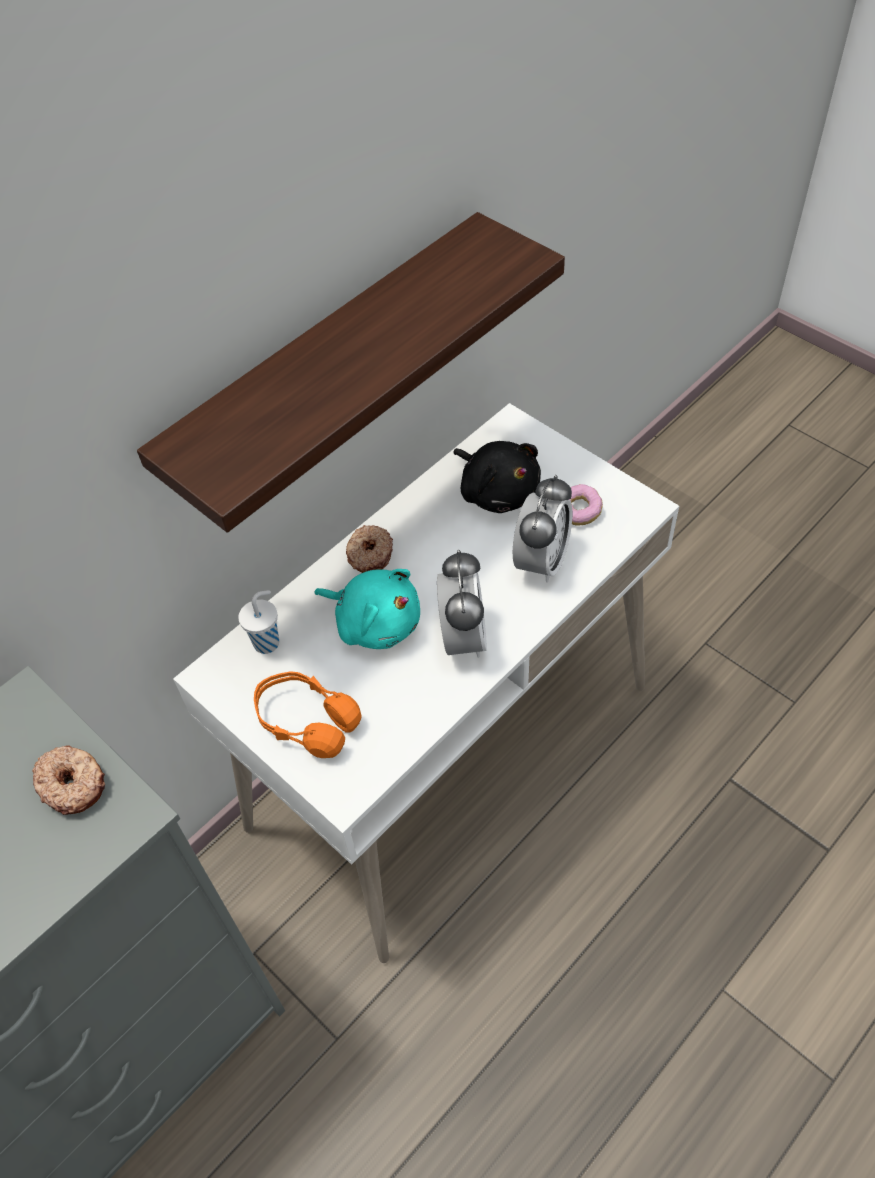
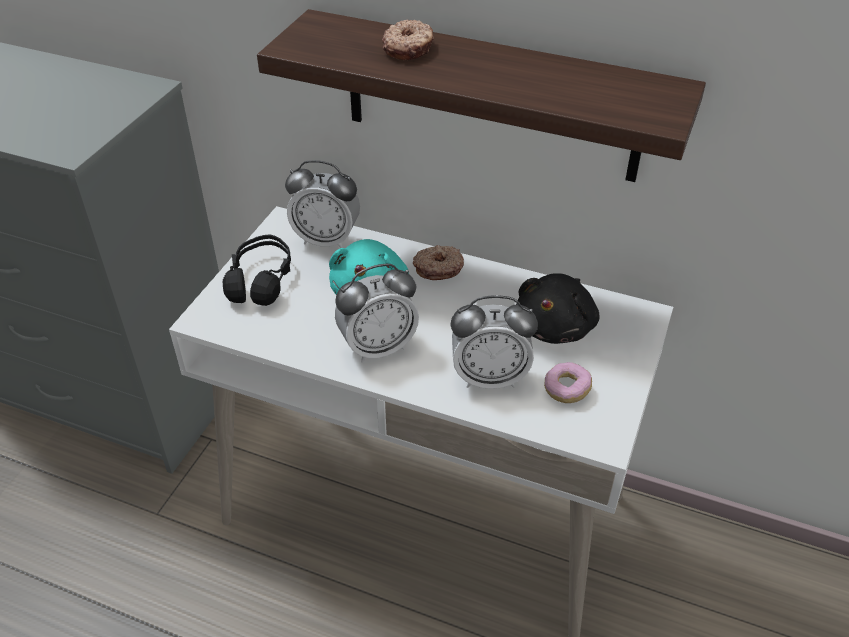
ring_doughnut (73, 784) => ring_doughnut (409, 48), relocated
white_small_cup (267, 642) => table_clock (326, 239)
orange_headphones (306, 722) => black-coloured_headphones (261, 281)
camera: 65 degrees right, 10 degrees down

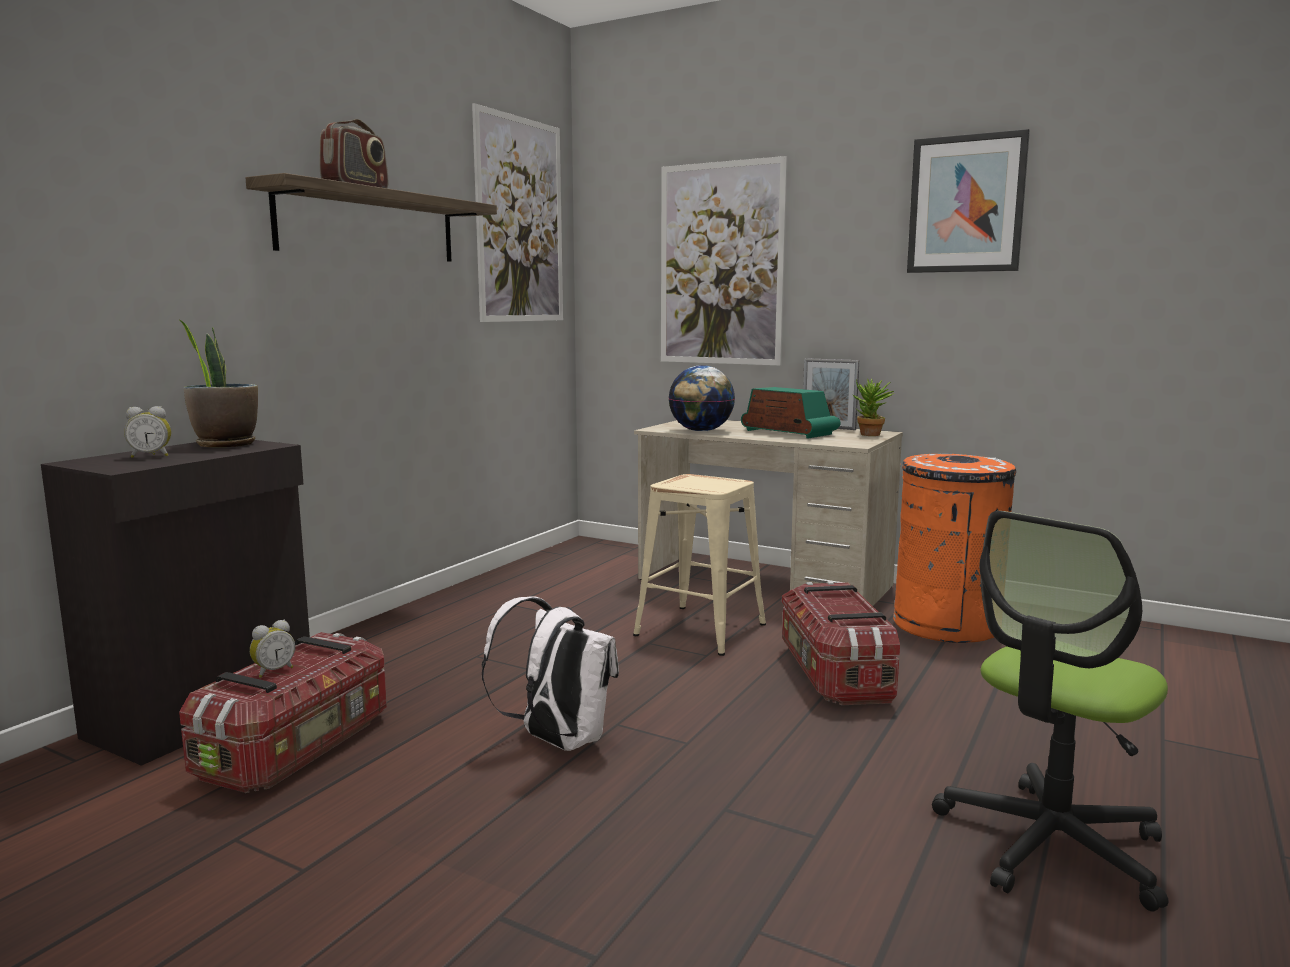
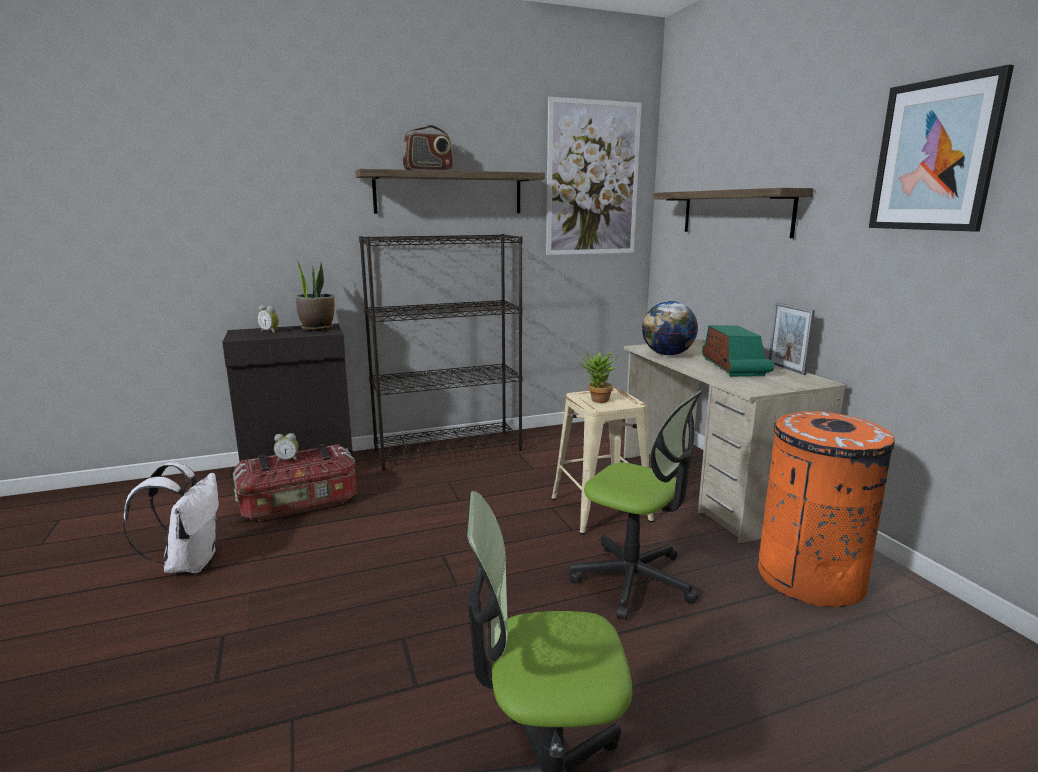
nothing => black-coloured_bookcase (449, 450)
white_rucksack (557, 741) => white_rucksack (189, 563), relocated
plant_in_a_pot (870, 435) => plant_in_a_pot (597, 401), relocated
wall_art (721, 264) => bracket_shelf (735, 212)
storage_container (834, 674) => office_chair (633, 580)
camera: 40 degrees right, 5 degrees up

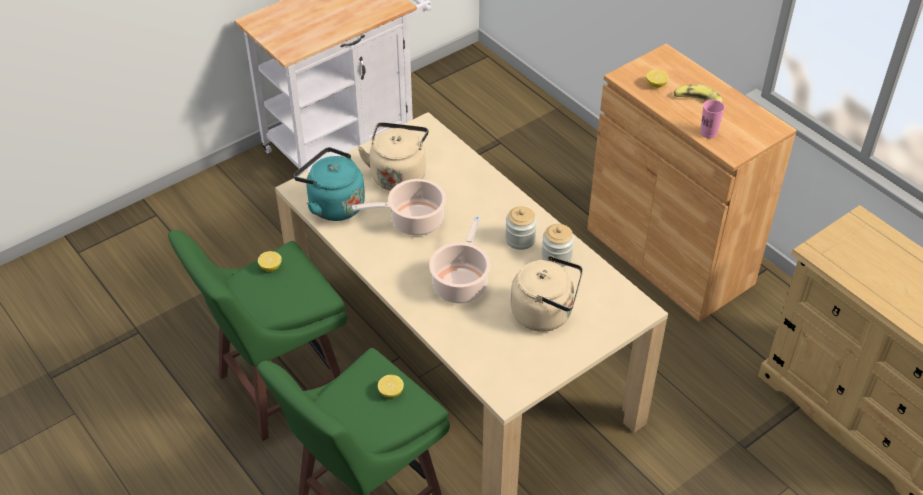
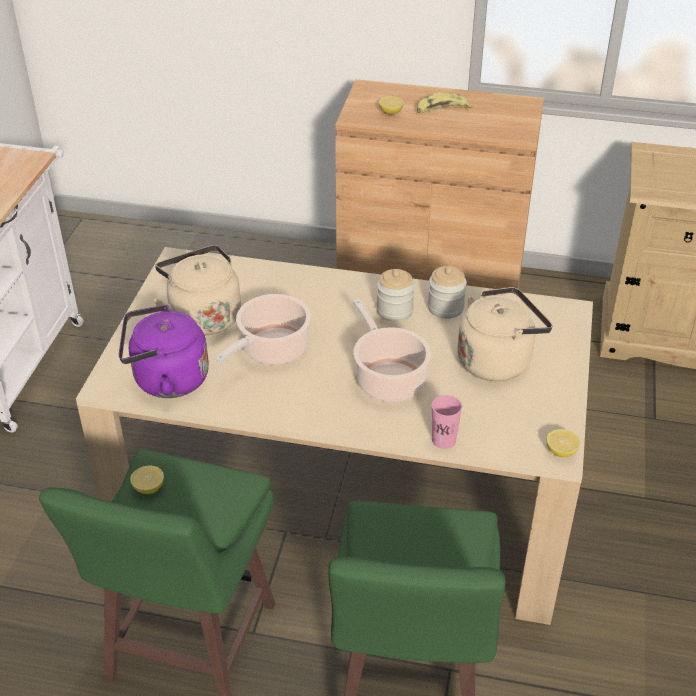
lemon (391, 392) => lemon (561, 451), relocated
pinkish_small_cup (708, 133) => pinkish_small_cup (443, 440), relocated
turquoise-coloured_water_kettle (333, 205) => purple-coloured_water_kettle (166, 380)
camera: 40 degrees left, 5 degrees down

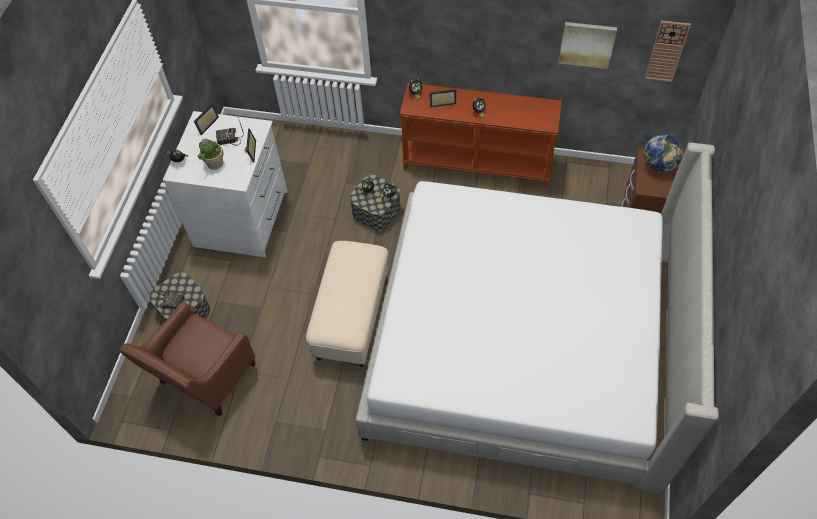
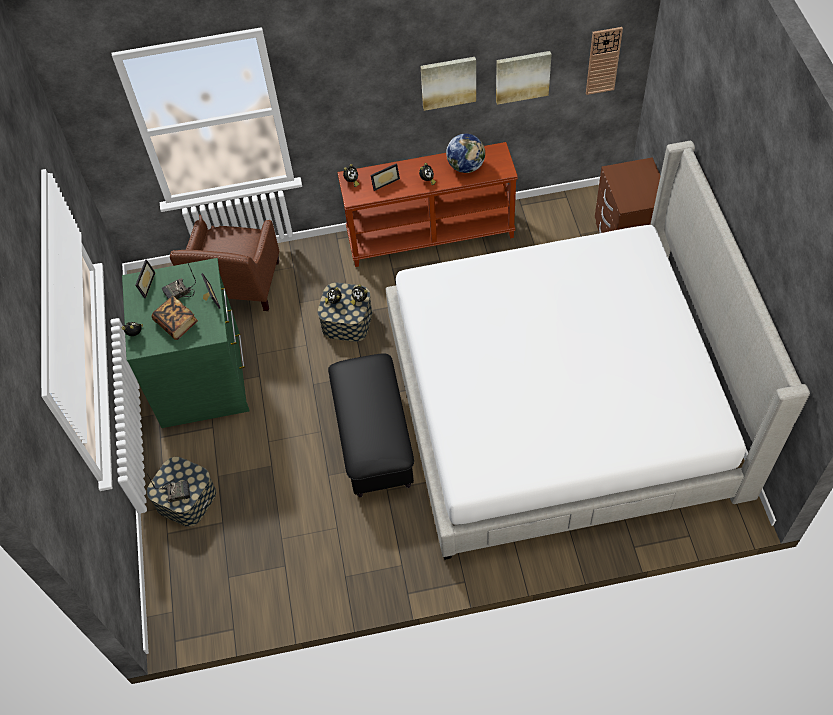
nothing => wall_art (448, 82)
brown_lounge_chair (204, 378) => brown_lounge_chair (237, 288), relocated
desk_globe (659, 165) => desk_globe (466, 166), relocated
plant_in_a_pot (214, 163) => bound_book (176, 323)
white_dresser (242, 219) => green_dresser (203, 379)
sand-coloured_pouffe (353, 317) => black-coloured_pouffe (375, 440)
camera: 20 degrees left, 0 degrees up

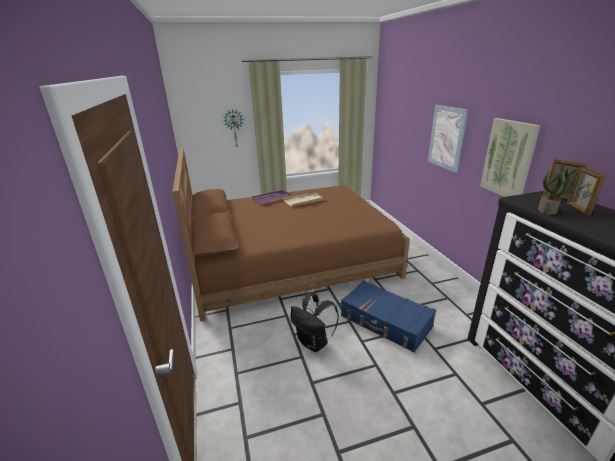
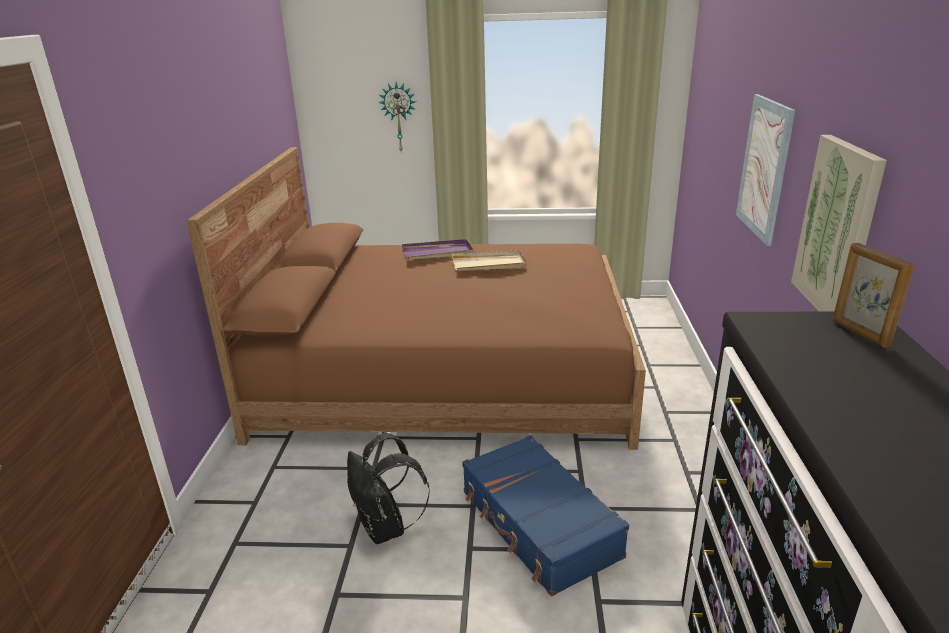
plant_in_a_pot (548, 210) => nothing
picture_frame (577, 209) => nothing
camera: 20 degrees right, 0 degrees up

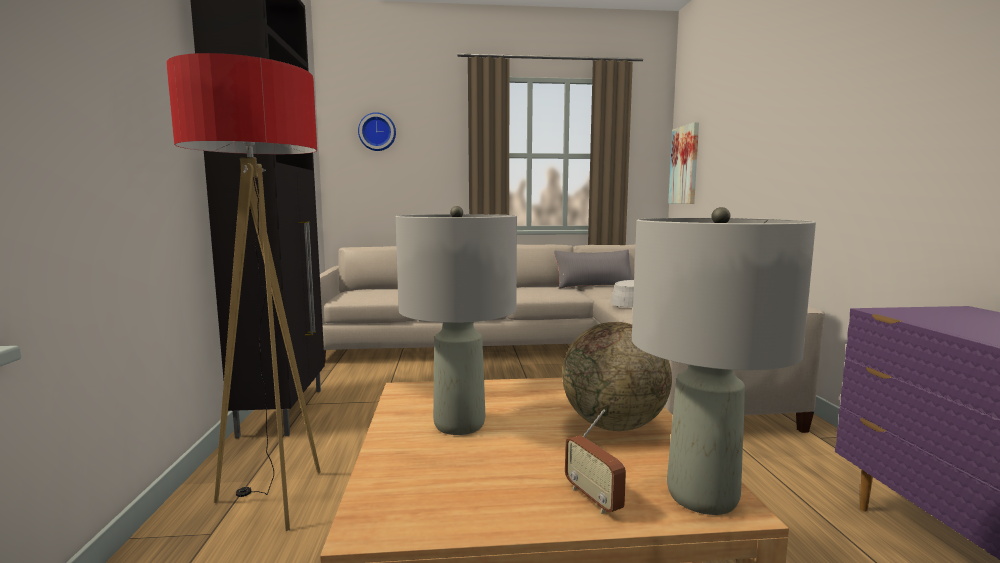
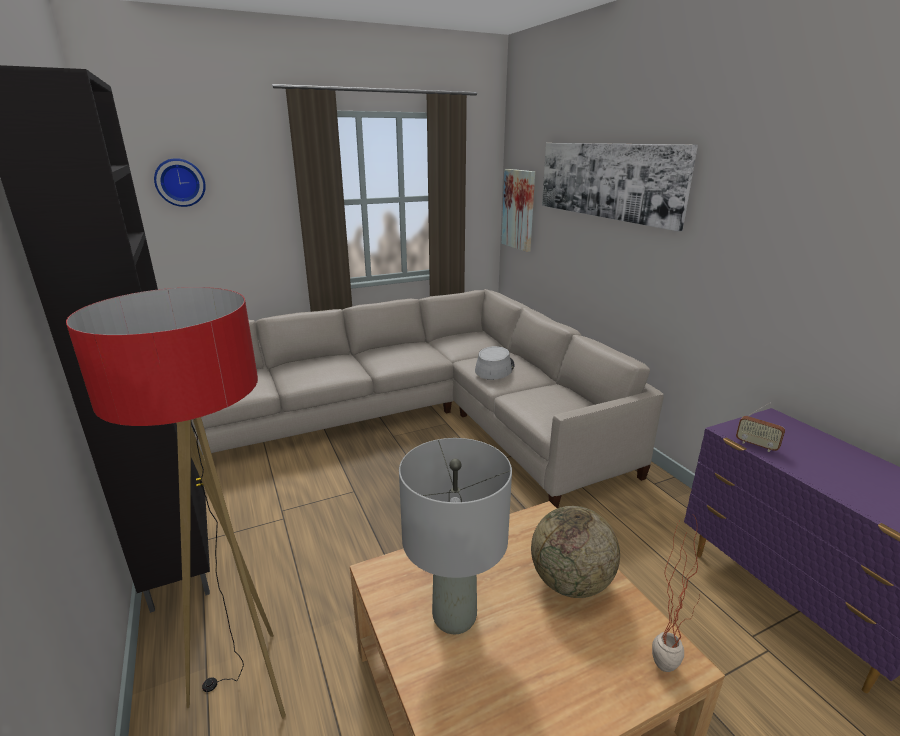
grey_throw_pillow (594, 286) => nothing
nothing => wall_art (607, 180)
radio_set (593, 498) => radio_set (756, 445), relocated
grey_lamp_for_a_table (701, 496) => plant_in_a_pot (664, 658)
camera: 20 degrees left, 15 degrees up

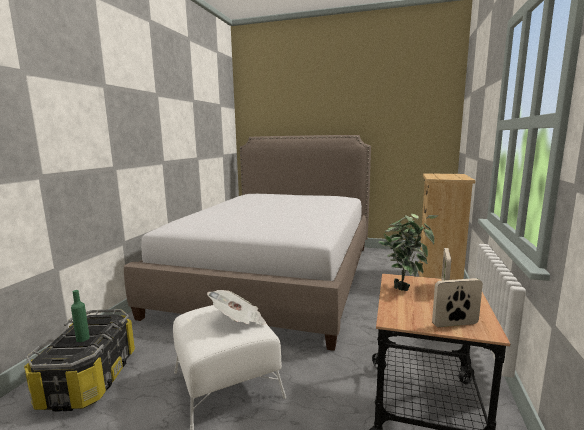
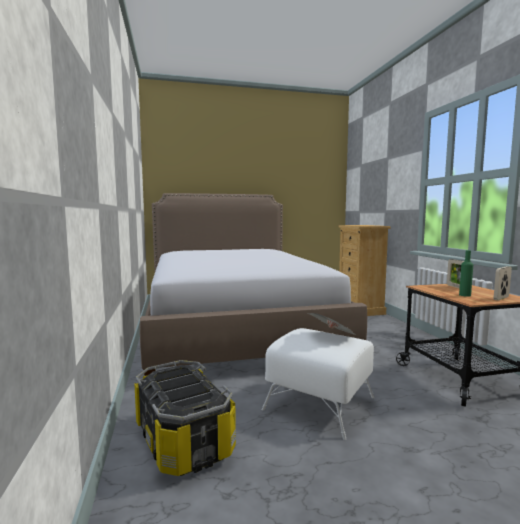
plant_in_a_pot (404, 287) => nothing
green_beverage_bottle (83, 338) => green_beverage_bottle (465, 295), relocated
camera: 30 degrees left, 5 degrees down

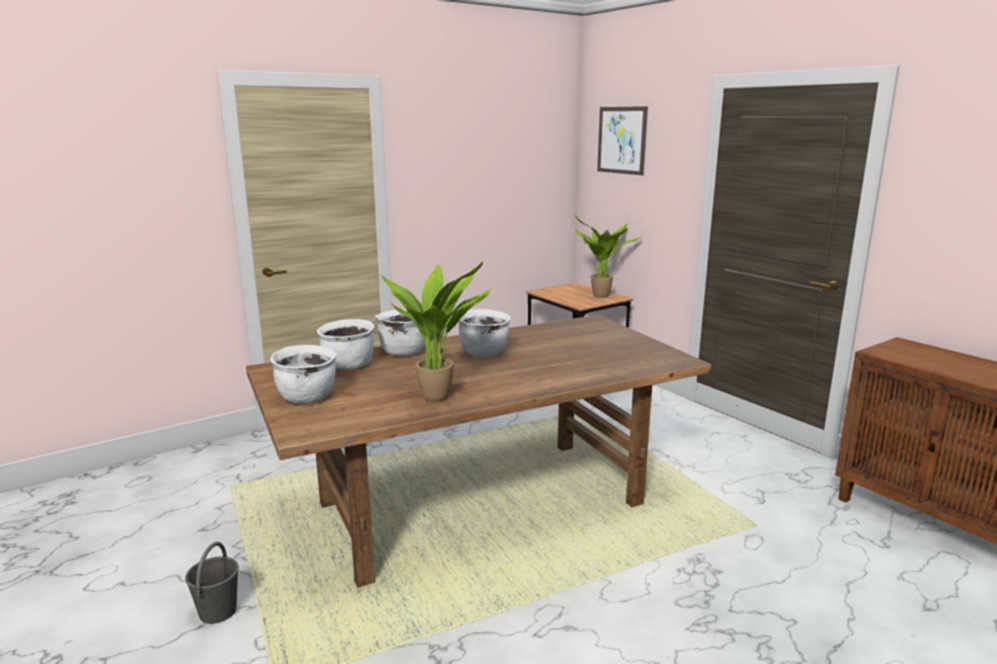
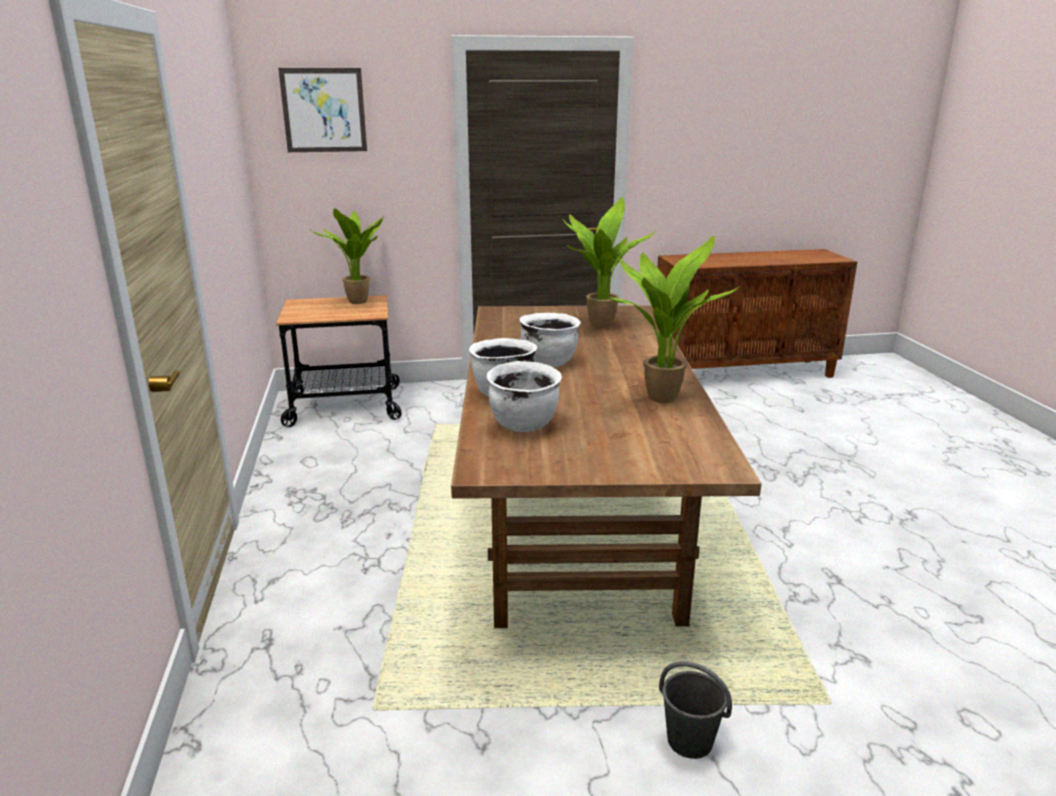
white_stockpot (307, 398) => nothing
nothing => plant_in_a_pot (598, 325)
camera: 65 degrees left, 5 degrees up

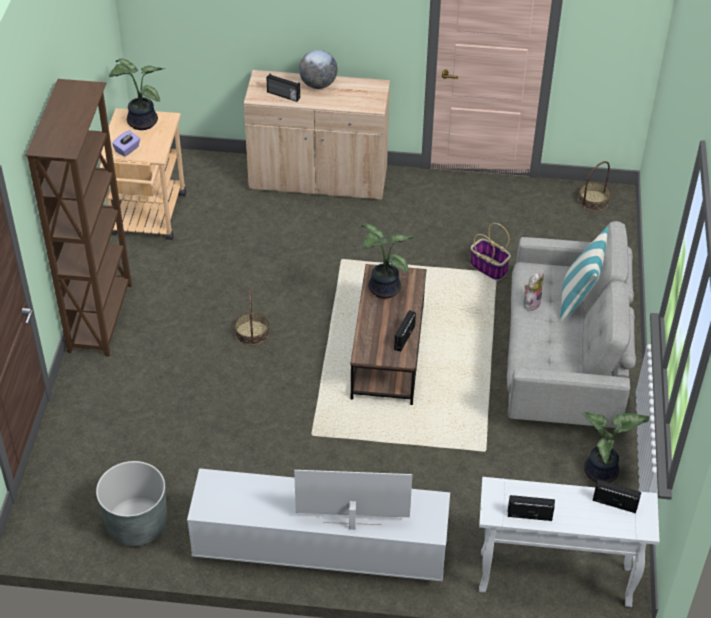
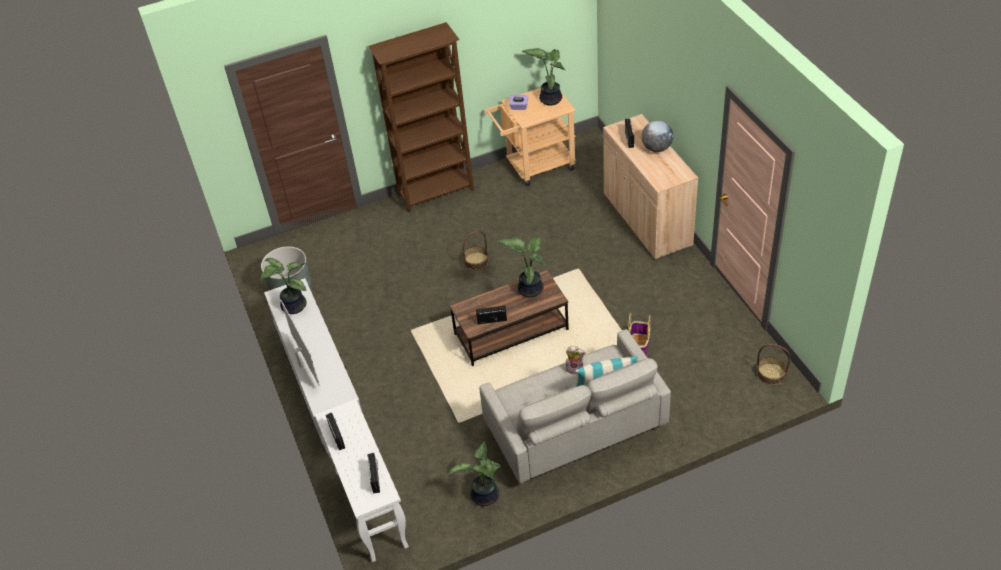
nothing => plant_in_a_pot (292, 306)
camera: 65 degrees right, 0 degrees up

